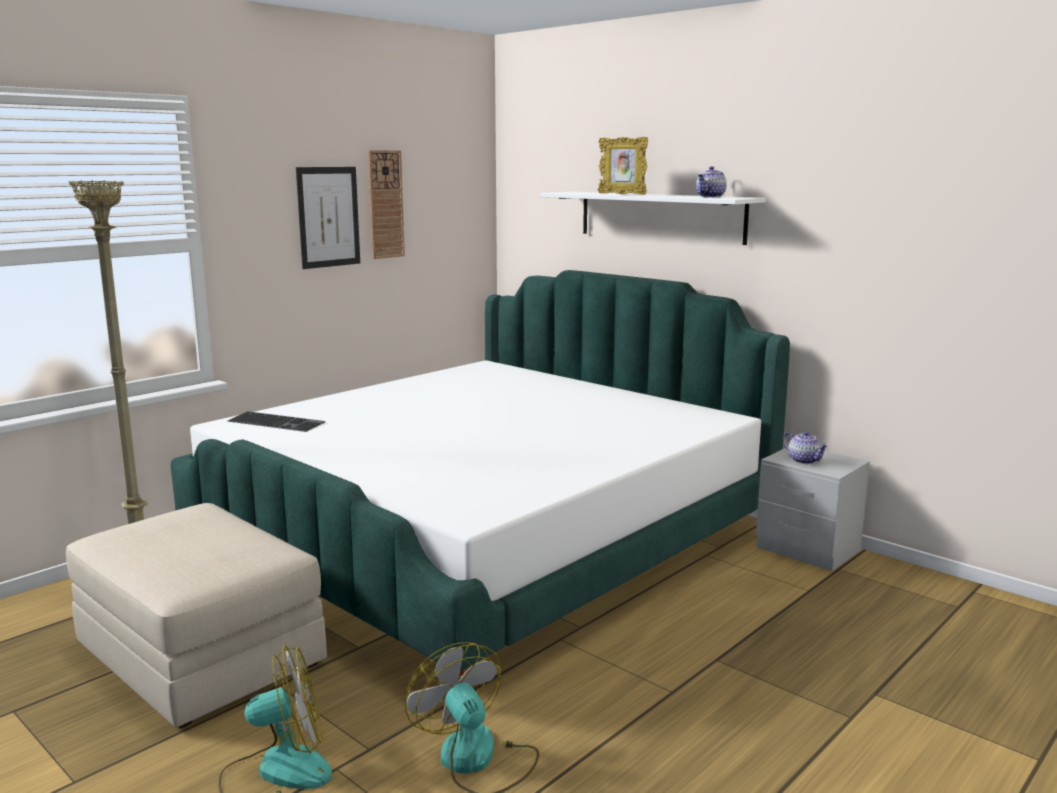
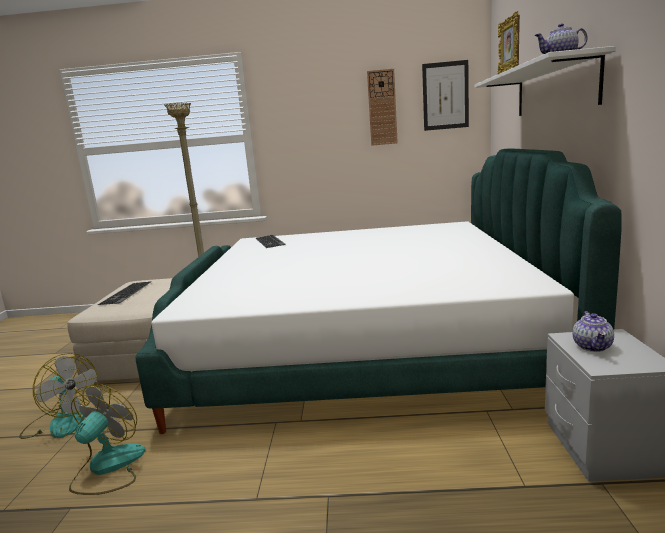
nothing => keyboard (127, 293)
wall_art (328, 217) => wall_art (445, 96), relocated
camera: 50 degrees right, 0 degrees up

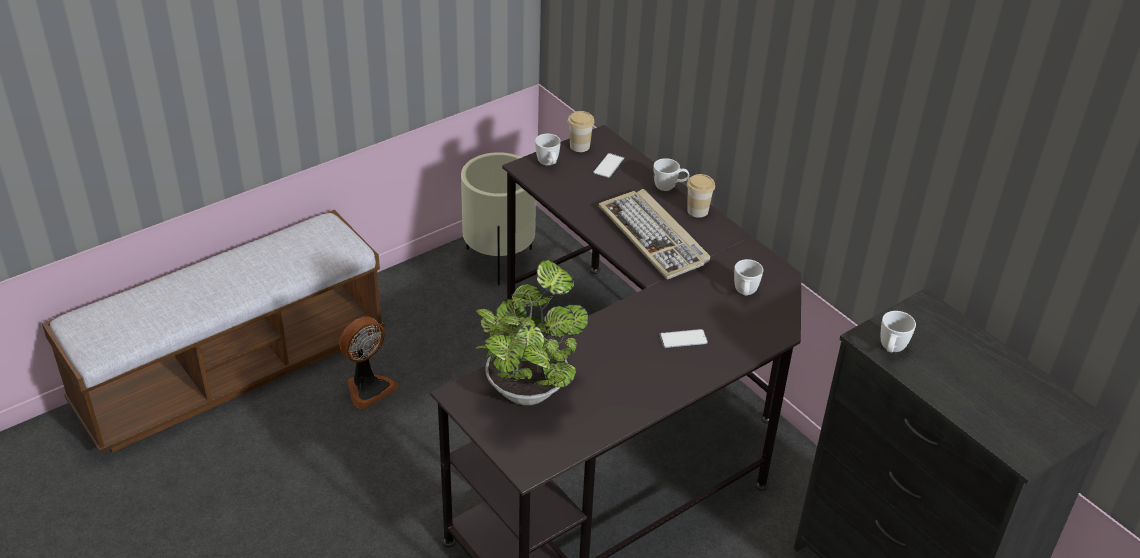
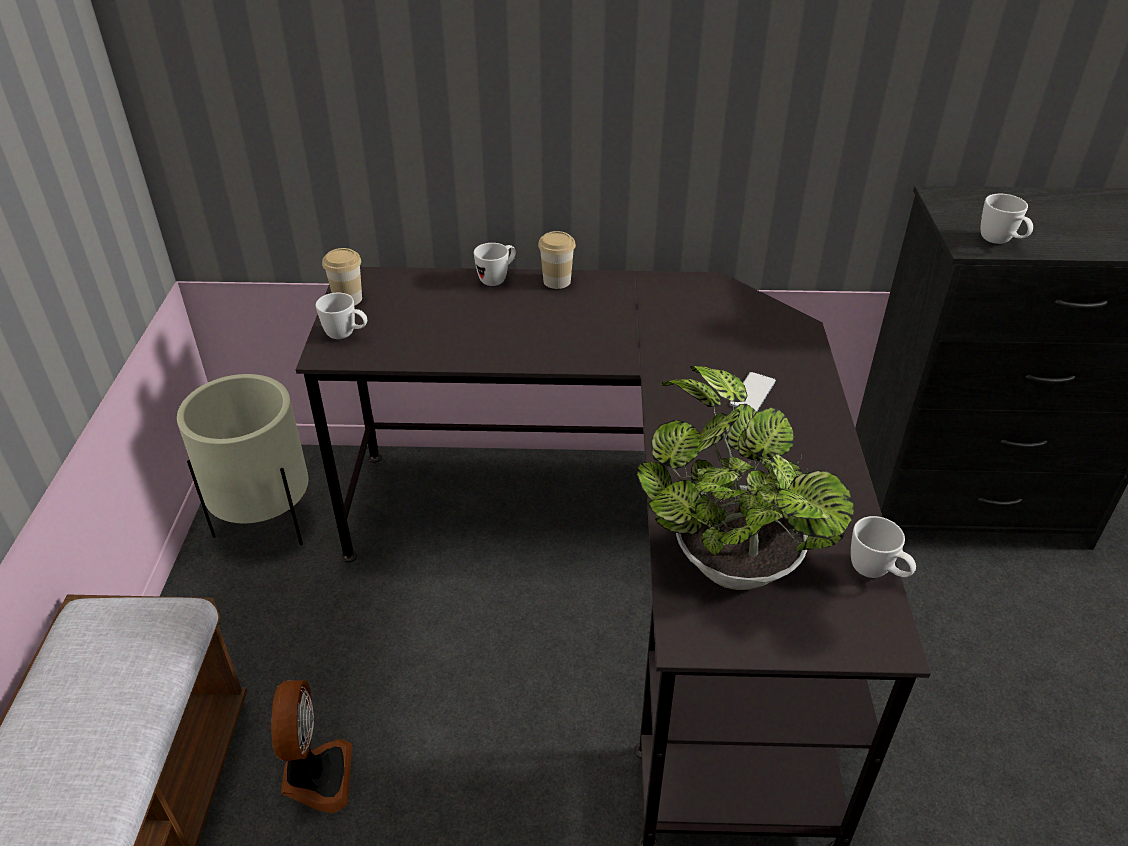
telephone (608, 165) => nothing
keyboard (654, 237) => nothing
white_tea_mug (745, 294) => white_tea_mug (877, 573), relocated
camera: 50 degrees left, 0 degrees up

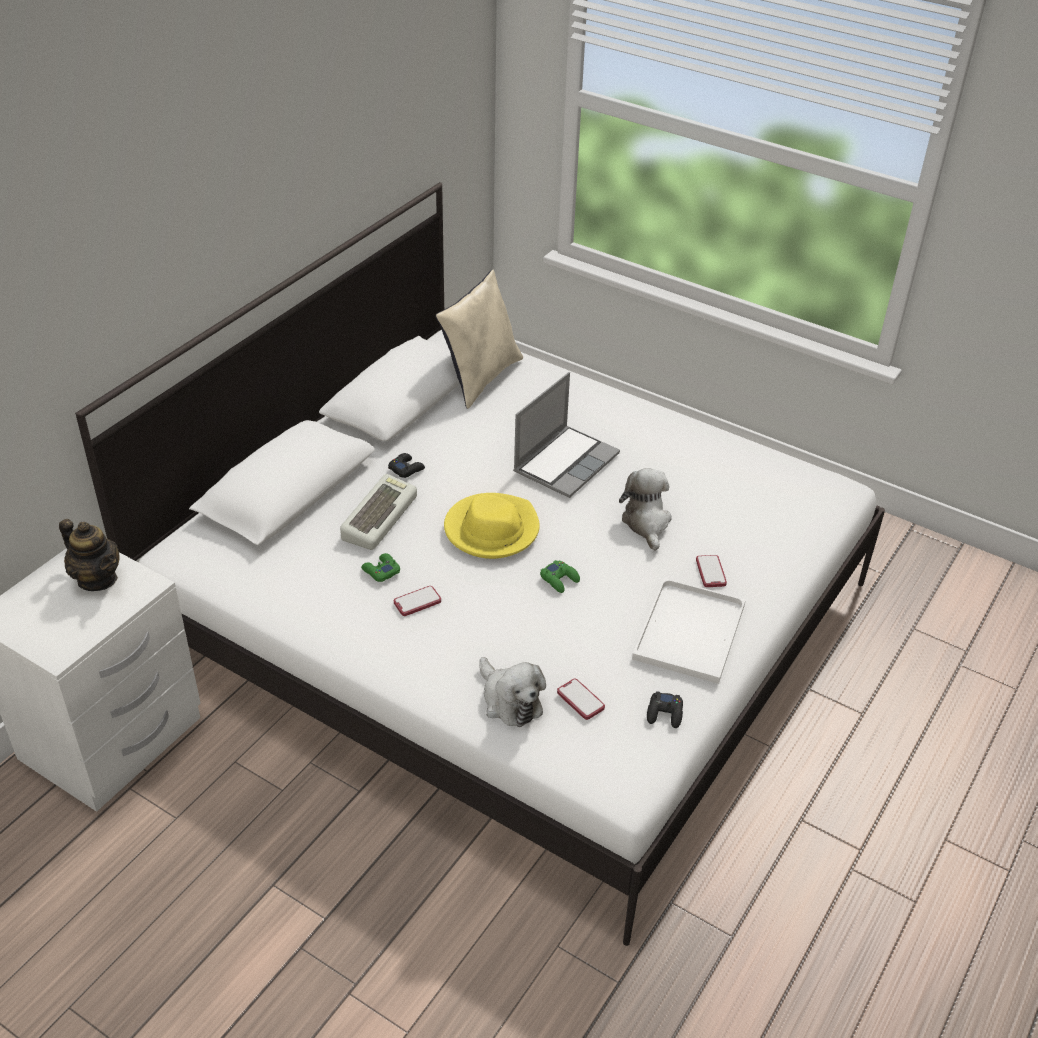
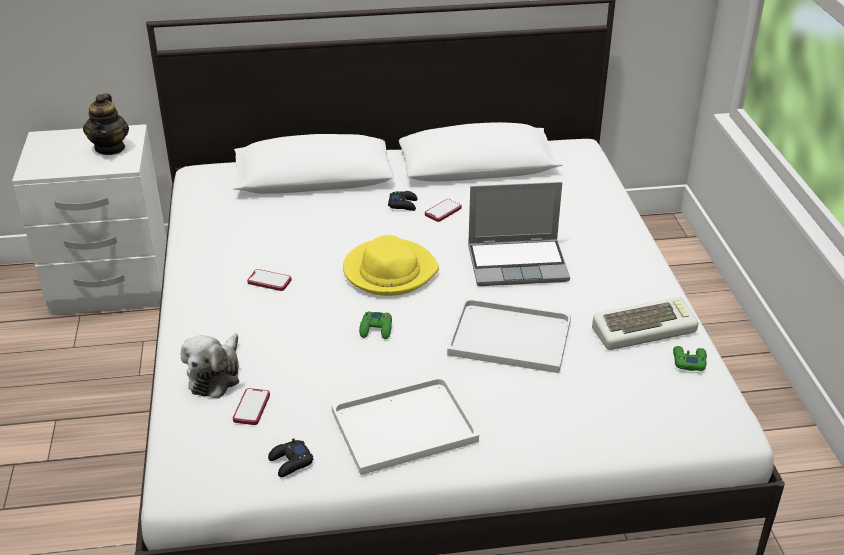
sand-coloured_throw_pillow (480, 378) => nothing
keyboard (378, 517) => keyboard (643, 329), relocated
green_joypad (380, 571) => green_joypad (688, 361), relocated
telephone (710, 572) => telephone (443, 211), relocated
plush_toy (646, 523) => white_serving_tray (507, 338)
camera: 50 degrees right, 5 degrees down

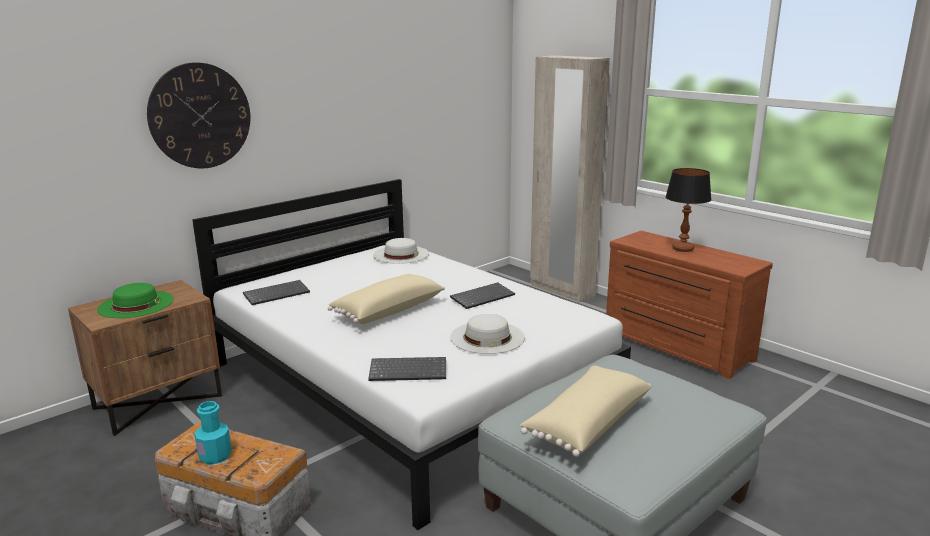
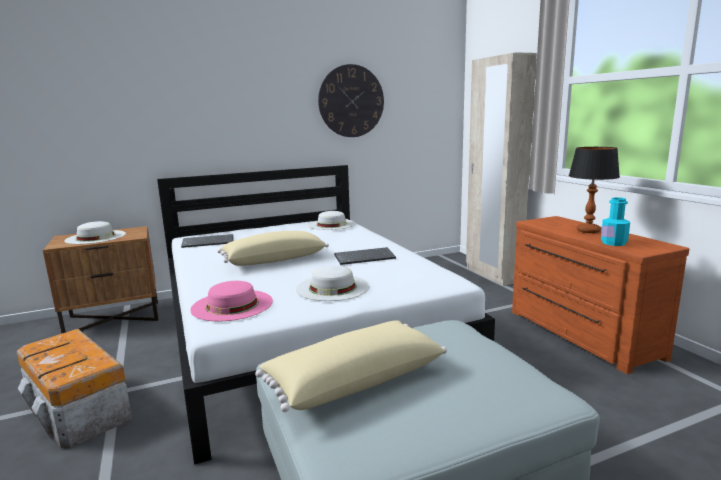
wall_clock (200, 116) => wall_clock (351, 101), relocated
turquoise-coloured_beverage_bottle (215, 456) => turquoise-coloured_beverage_bottle (613, 243), relocated
keyboard (409, 370) => pinkish_hat (232, 305)
green_hat (136, 304) => white_hat (96, 237)
camera: 20 degrees right, 5 degrees down

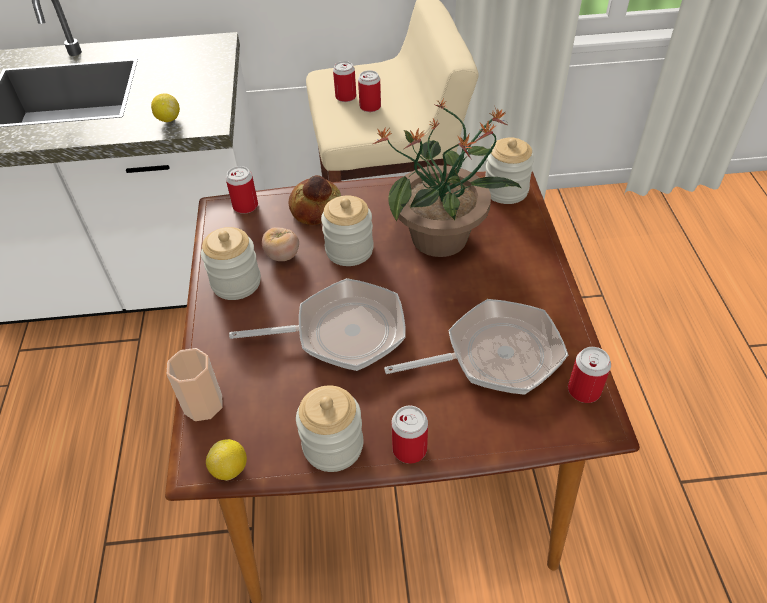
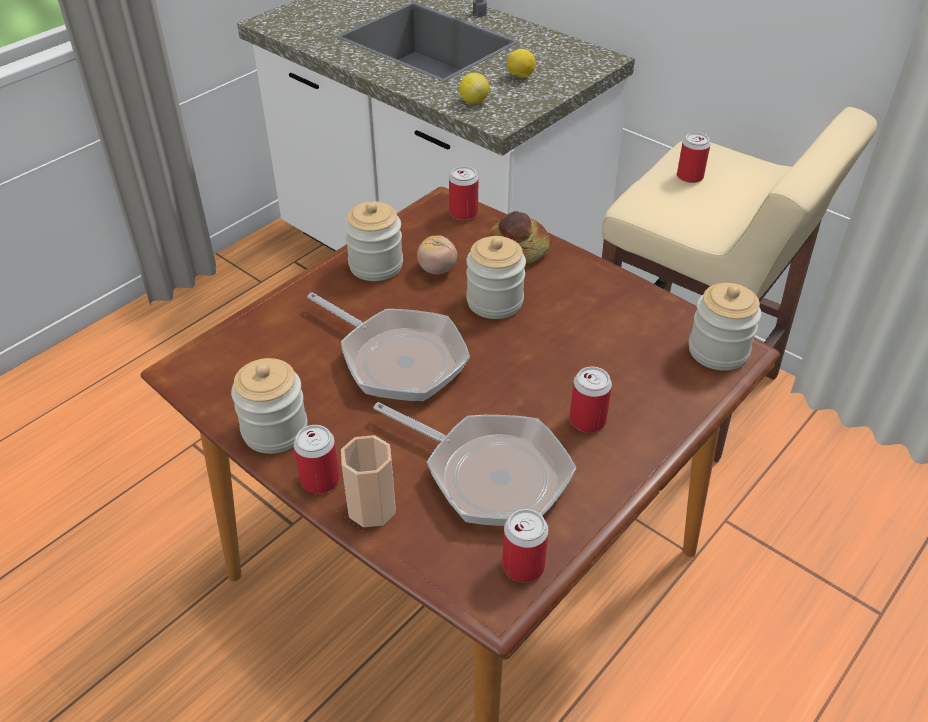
plant_in_a_pot (441, 238) => nothing
small_cup (203, 404) => small_cup (371, 508), relocated
lemon (230, 469) => lemon (520, 76), relocated
can (370, 107) => can (587, 420), relocated
camera: 45 degrees right, 5 degrees down

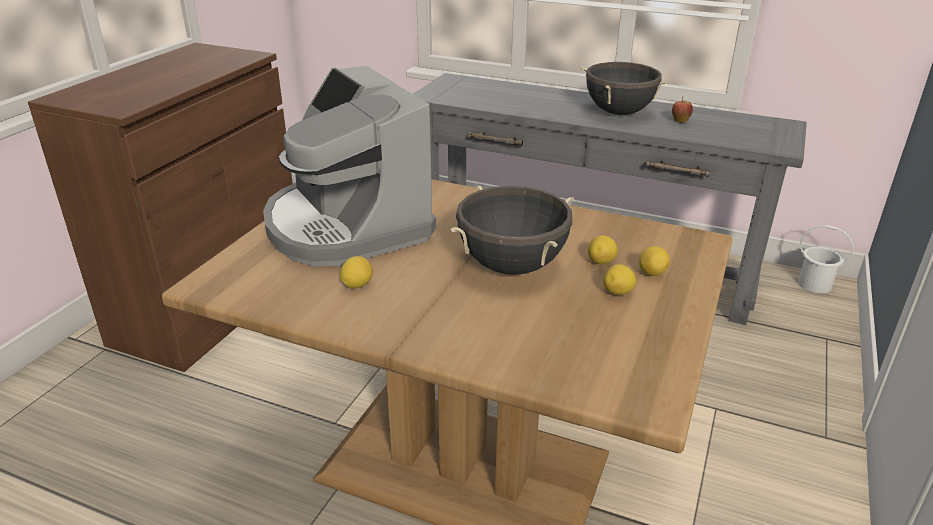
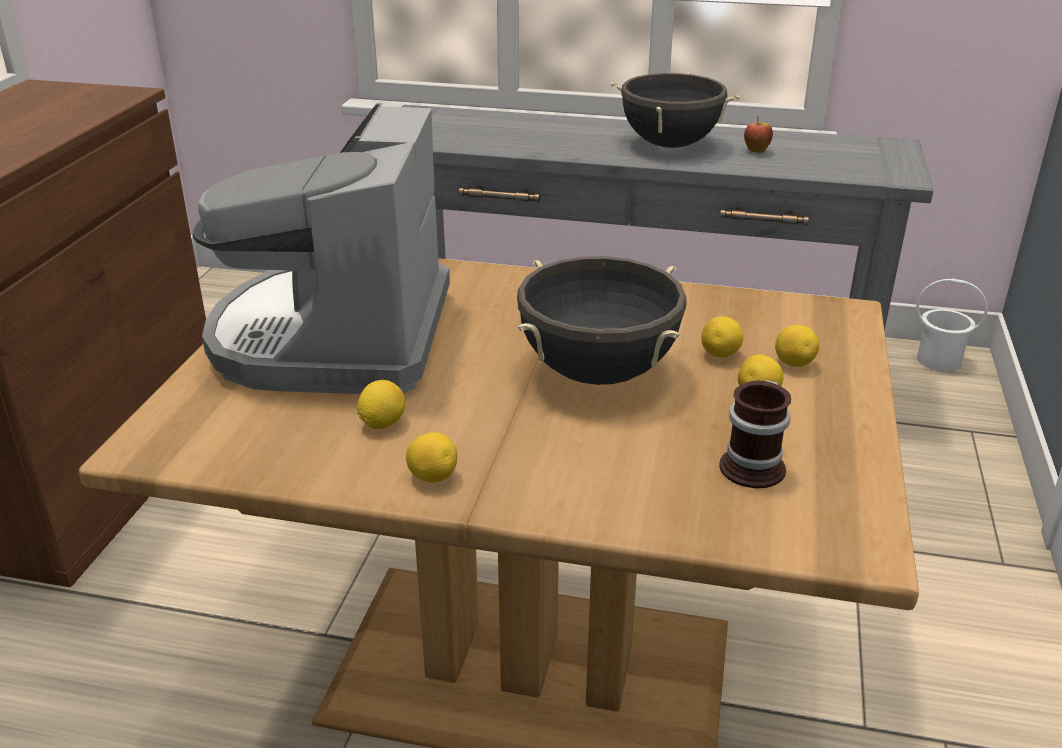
nothing => lemon (432, 477)
nothing => tea_mug (757, 465)
coffee_maker (346, 226) => coffee_maker (336, 337), 45 degrees clockwise
camera: 10 degrees left, 0 degrees up

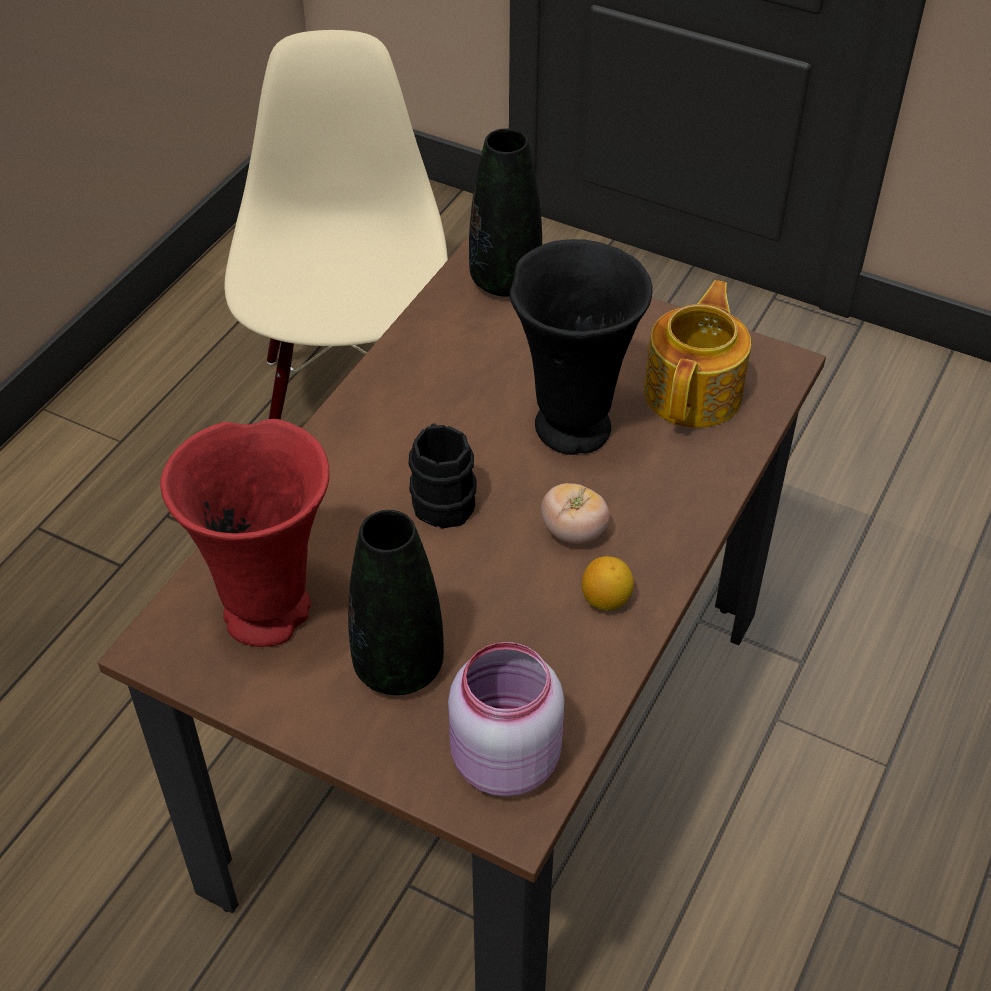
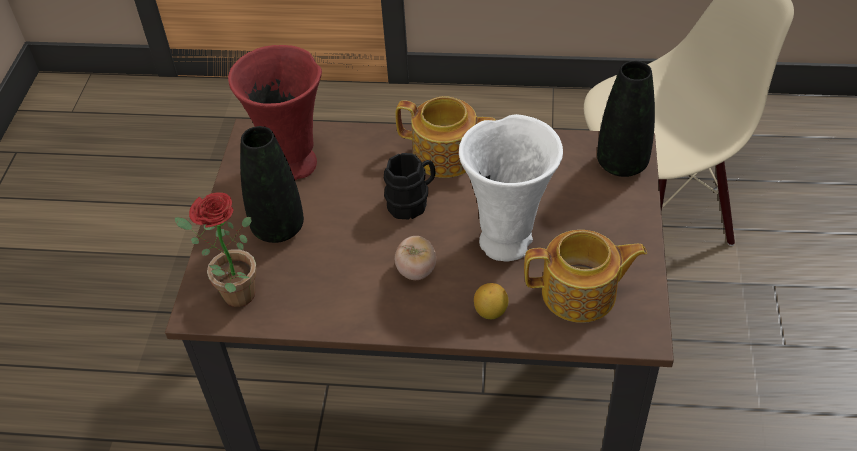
nothing => teapot (447, 156)
lemon (606, 599) => lemon (491, 312), relocated
pinkish_preserve_jar (502, 761) => plant_in_a_pot (232, 293)
black-coloured_vase (572, 425) => white_vase (508, 240)
camera: 70 degrees right, 0 degrees up

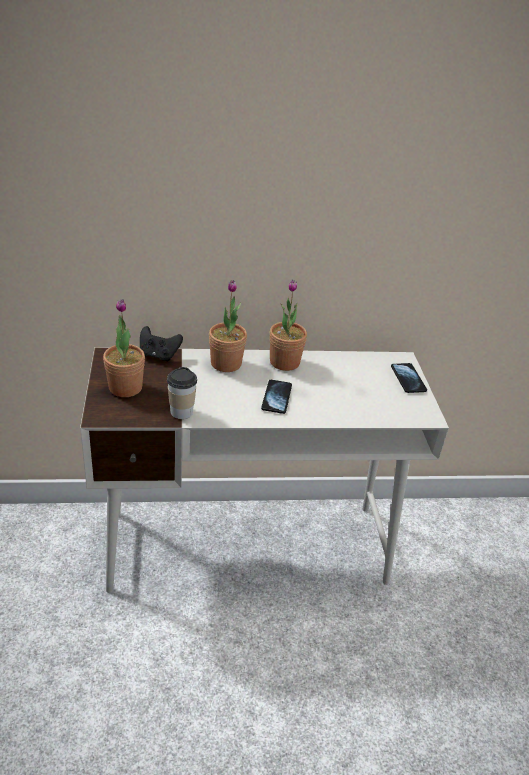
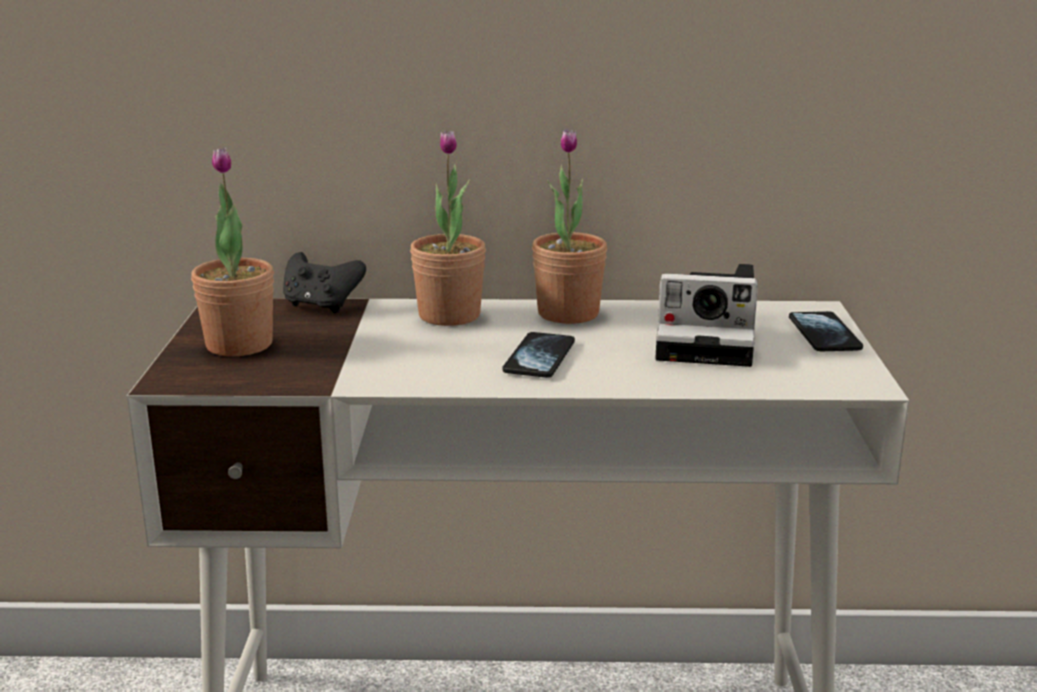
small_cup (181, 412) => nothing
nothing => photo_camera (710, 341)
camera: 10 degrees right, 15 degrees down

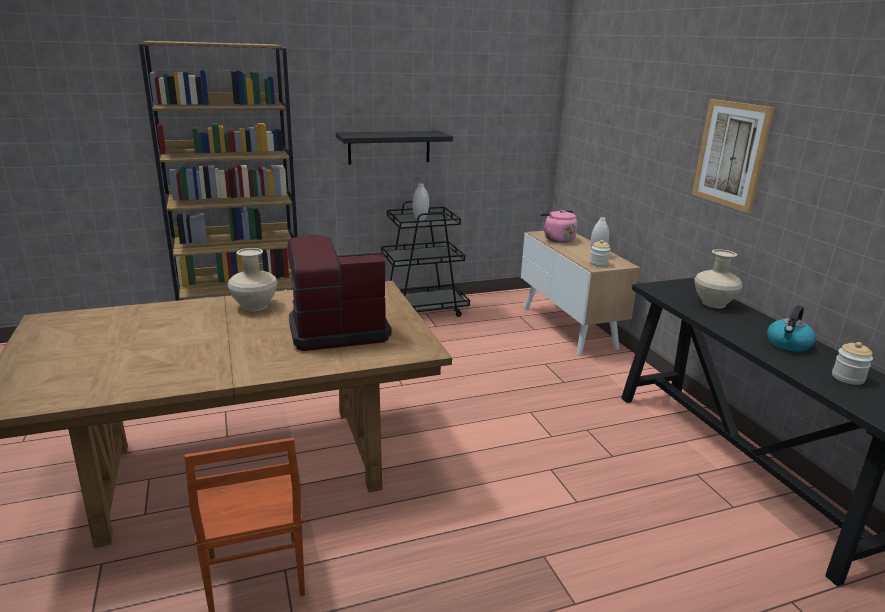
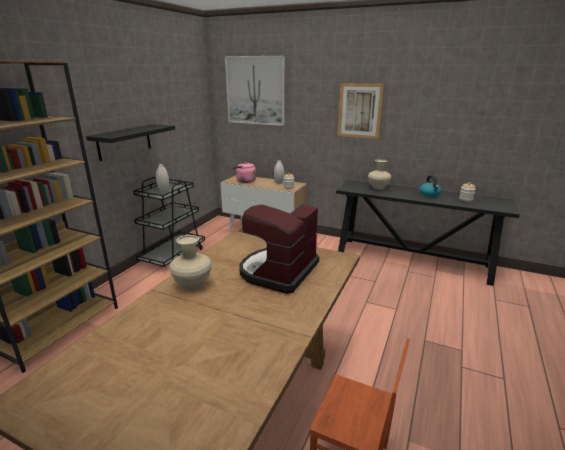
nothing => wall_art (255, 90)
camera: 45 degrees left, 0 degrees up

